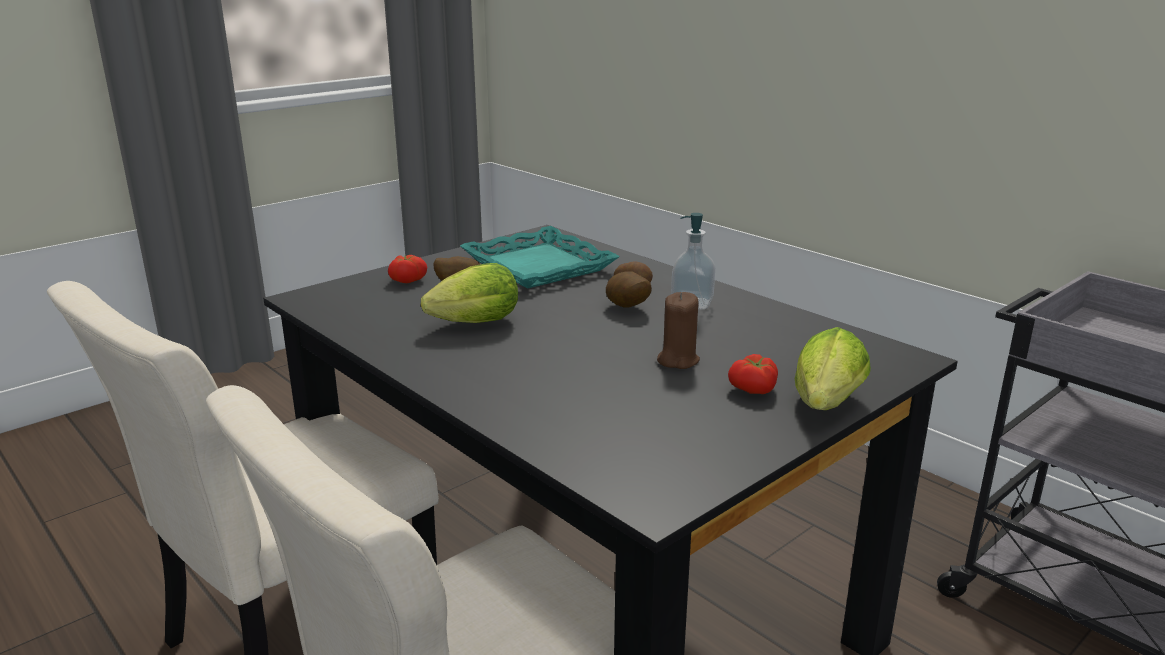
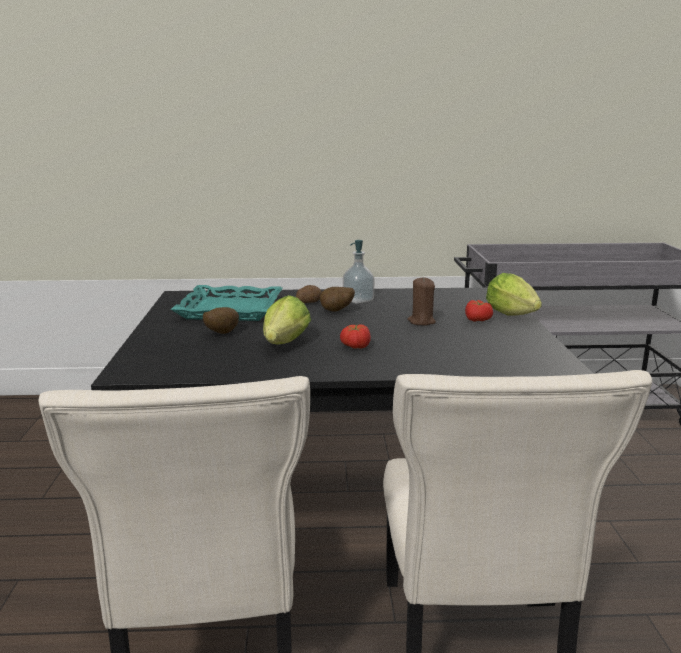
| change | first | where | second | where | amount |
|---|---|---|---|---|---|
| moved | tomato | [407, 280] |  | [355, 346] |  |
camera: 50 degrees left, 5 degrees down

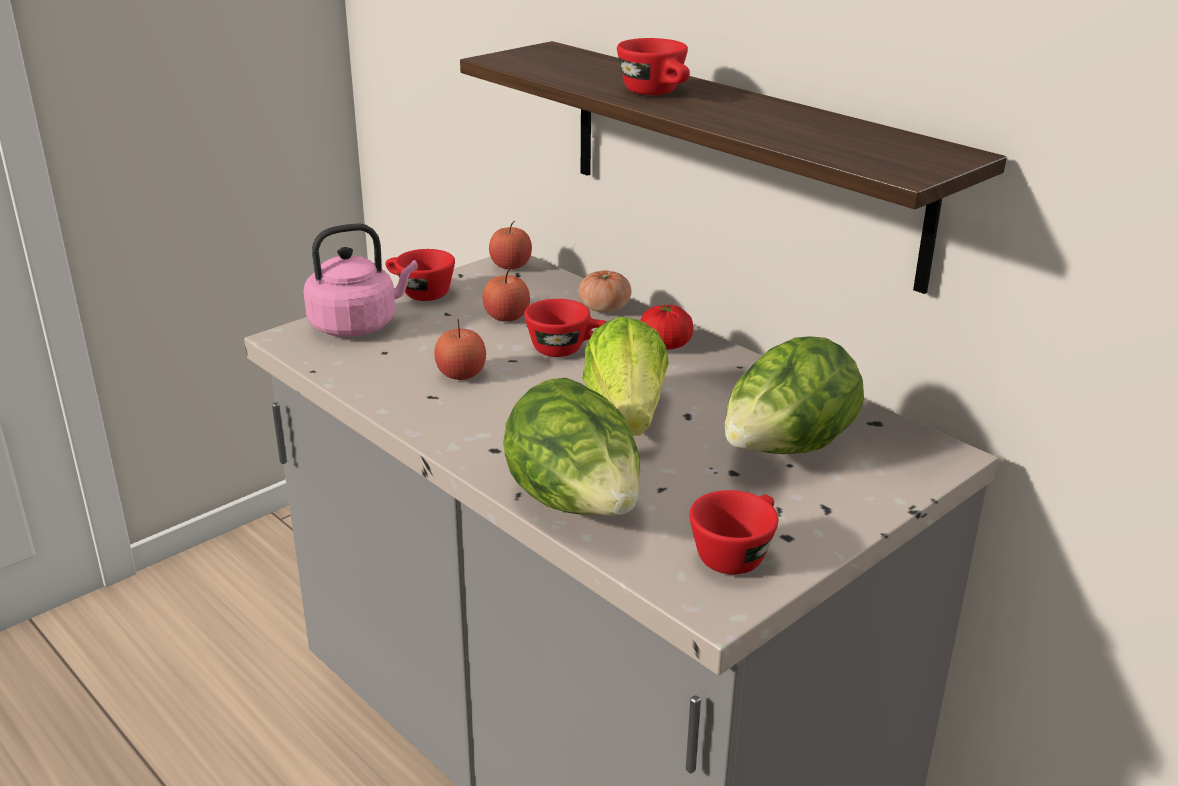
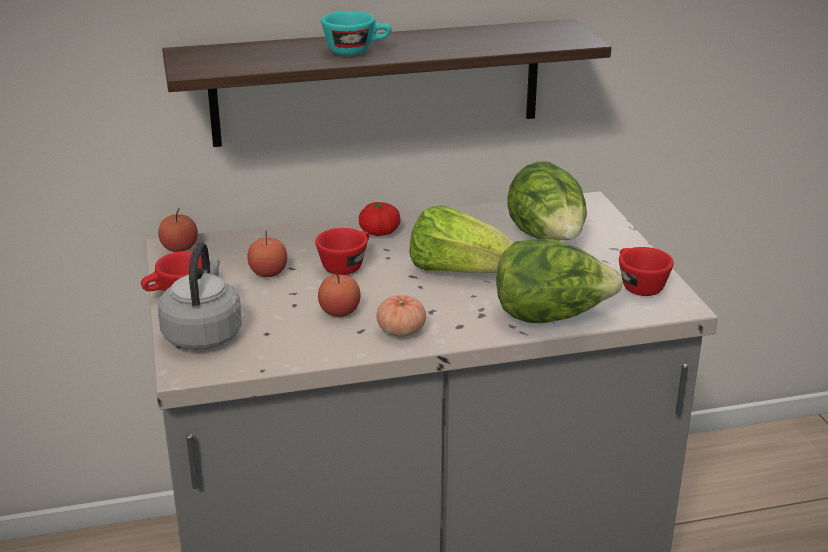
| change | first | where | second | where | amount |
|---|---|---|---|---|---|
| recoloured | cup/red | [658, 93] | cup/turquoise | [357, 51] |  |
| recoloured | kettle/pink | [358, 325] | kettle/grey | [204, 334] |  |
| moved | tomato | [604, 308] |  | [401, 331] |  |
camera: 60 degrees left, 0 degrees up

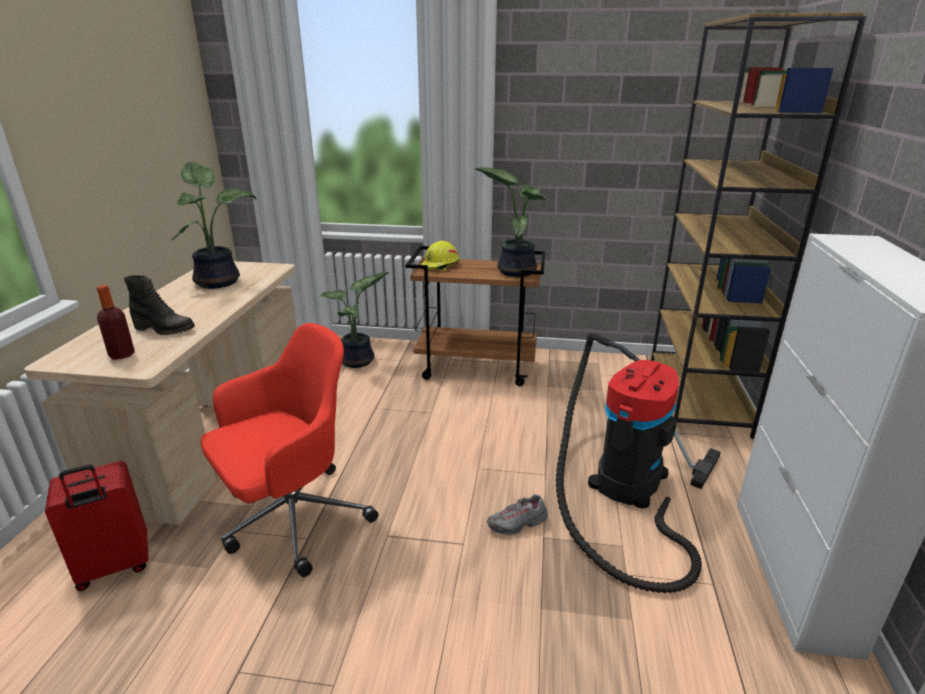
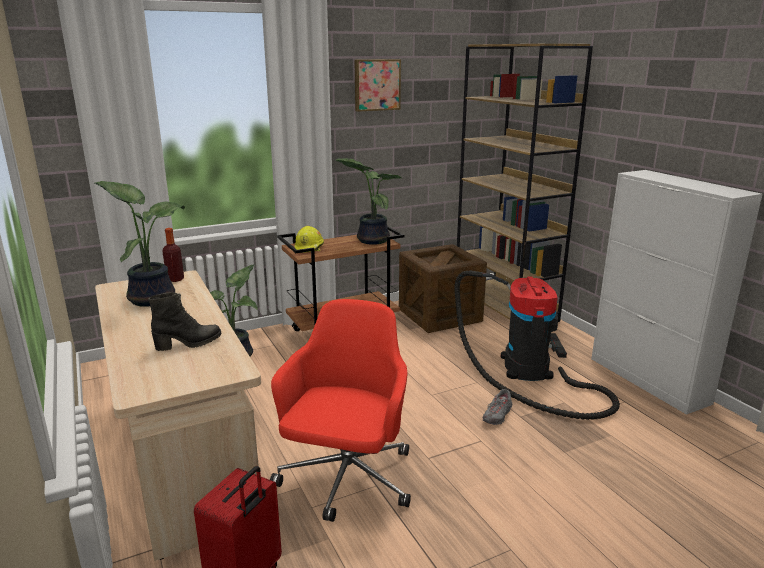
| change | first | where | second | where | amount |
|---|---|---|---|---|---|
| moved | bottle | [122, 355] |  | [175, 279] |  |
| added |  |  | picture | [376, 85] |  |
| added |  |  | crate | [439, 315] |  |
camera: 35 degrees left, 5 degrees down

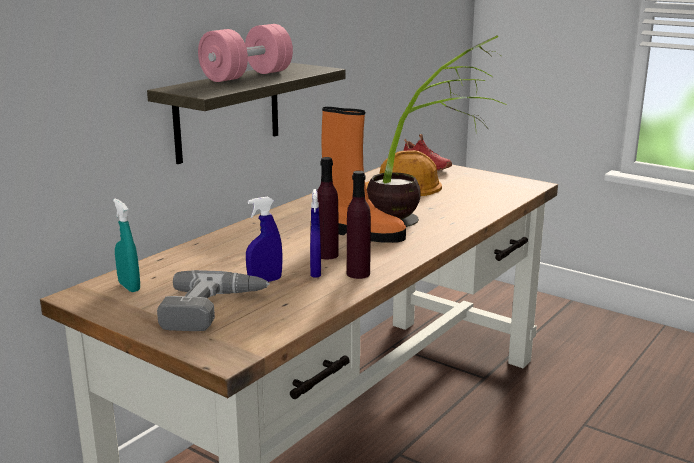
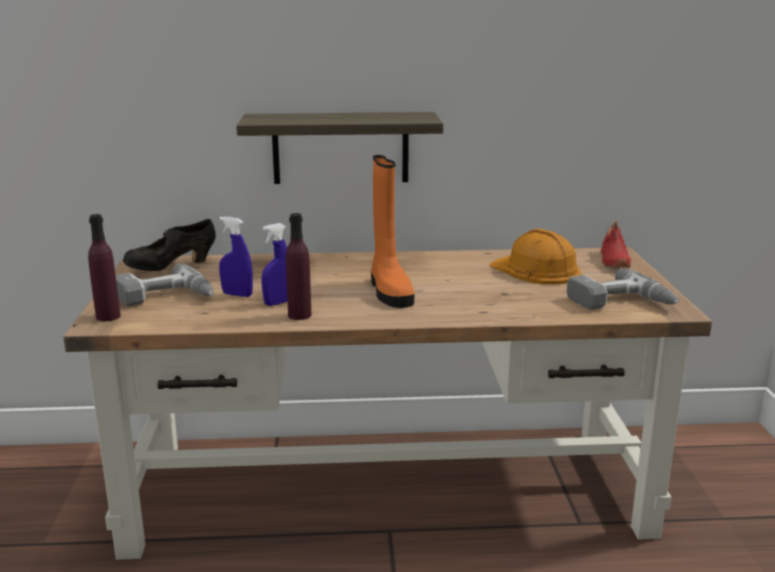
| change | first | where | second | where | amount |
|---|---|---|---|---|---|
| removed | dumbbell/pink | [247, 76] |  |  |  |
| removed | potted plant | [423, 217] |  |  |  |
| moved | bottle/purple | [327, 255] |  | [108, 316] |  |
| replaced | spray bottle/turquoise | [129, 287] | shoe/black | [171, 267] |  |
| added |  |  | power drill | [621, 303] |  |
camera: 50 degrees right, 0 degrees up

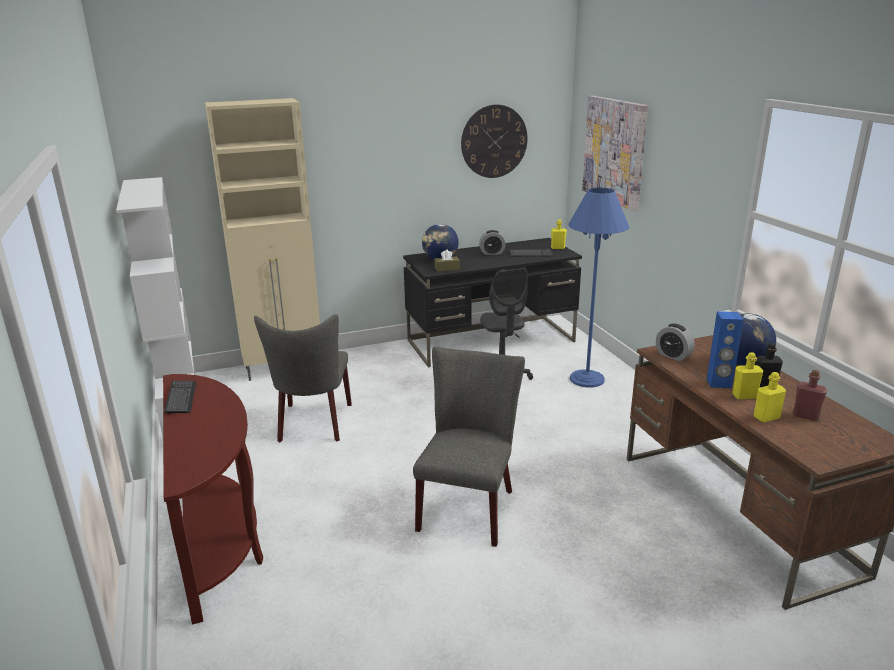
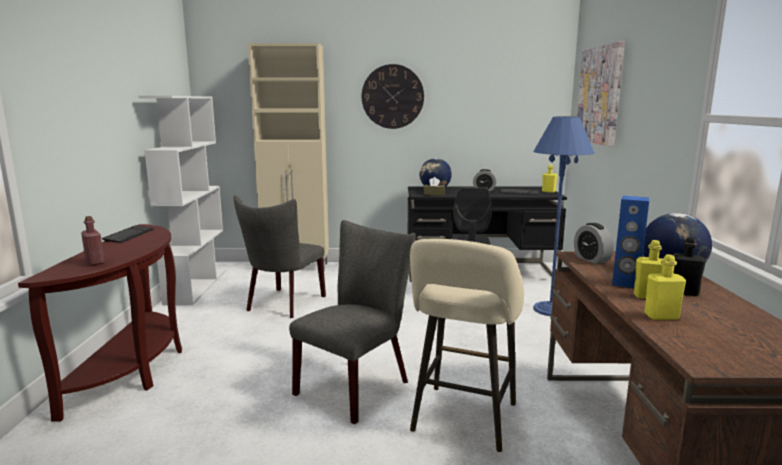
| change | first | where | second | where | amount |
|---|---|---|---|---|---|
| moved | wall clock | [494, 141] |  | [392, 96] |  |
| moved | bottle/red | [805, 415] |  | [95, 262] |  |
| added |  |  | stool/beige | [462, 421] |  |
camera: 20 degrees right, 10 degrees down

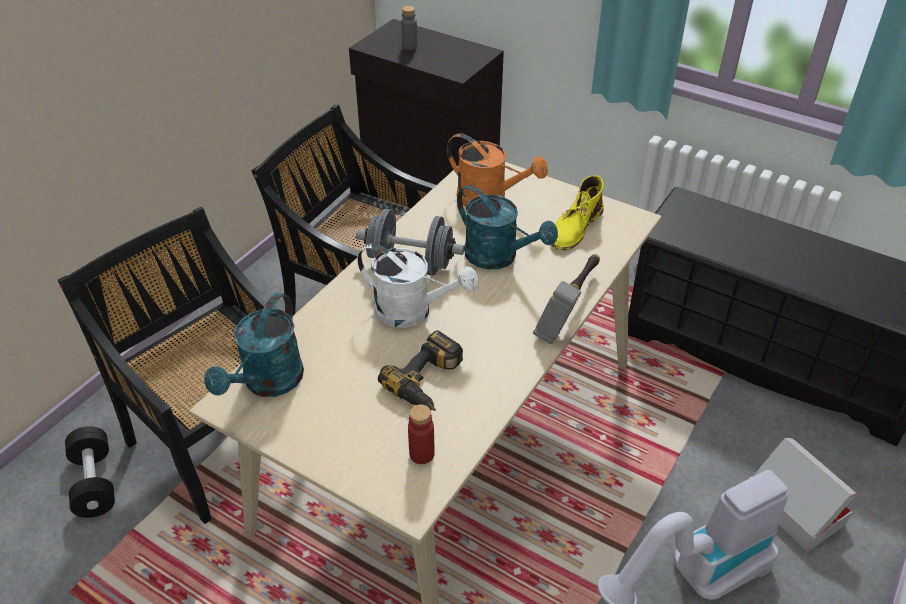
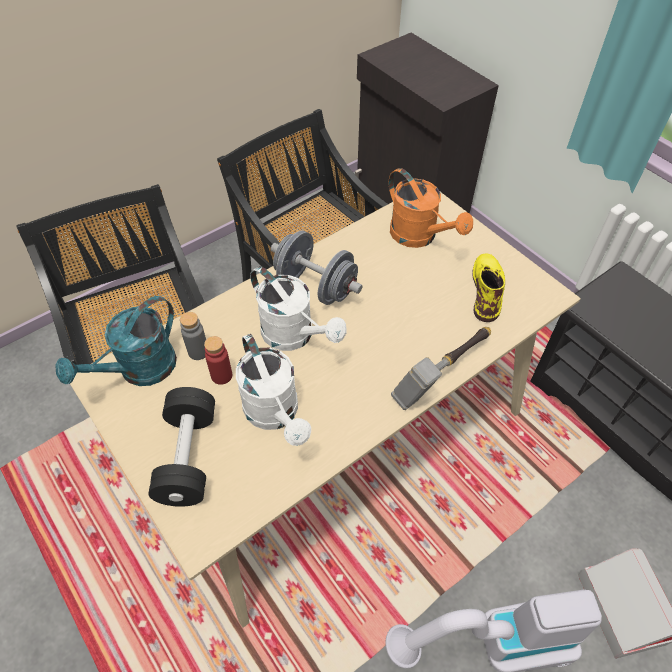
| change | first | where | second | where | amount |
|---|---|---|---|---|---|
| moved | bottle/grey | [409, 46] |  | [198, 351] |  |
| turned | boot/yellow | [575, 228] |  | [487, 289] | 135 degrees clockwise |
| removed | watering can/turquoise | [499, 257] |  |  |  |
| replaced | power drill | [429, 382] | watering can/white | [275, 414] |  |
| moved | bottle/red | [421, 454] |  | [221, 375] |  |
| moved | dumbbell/black | [95, 483] |  | [188, 457] |  |
camera: 20 degrees right, 10 degrees up

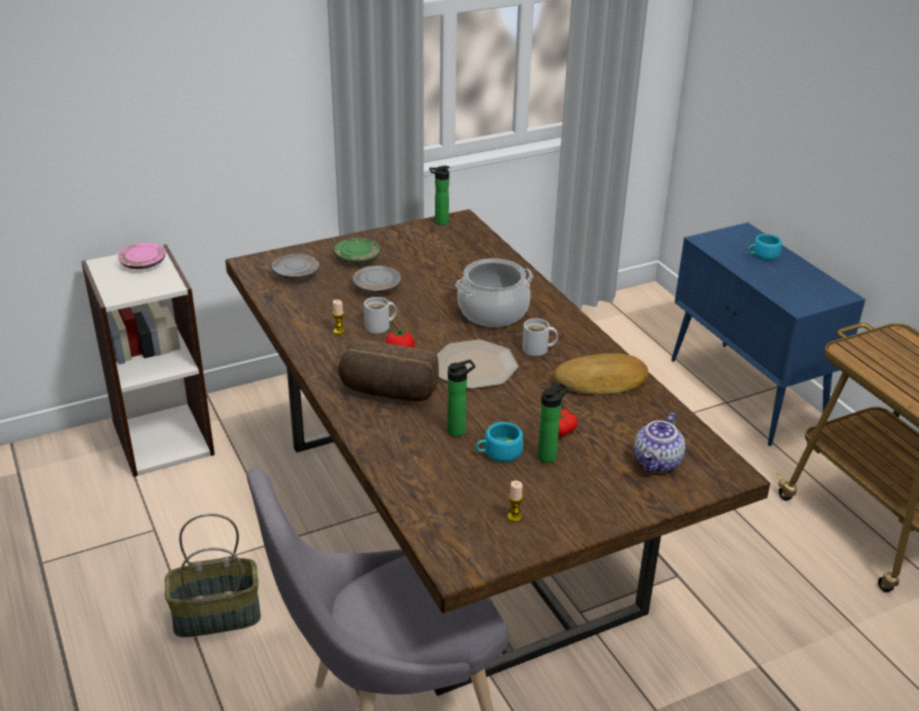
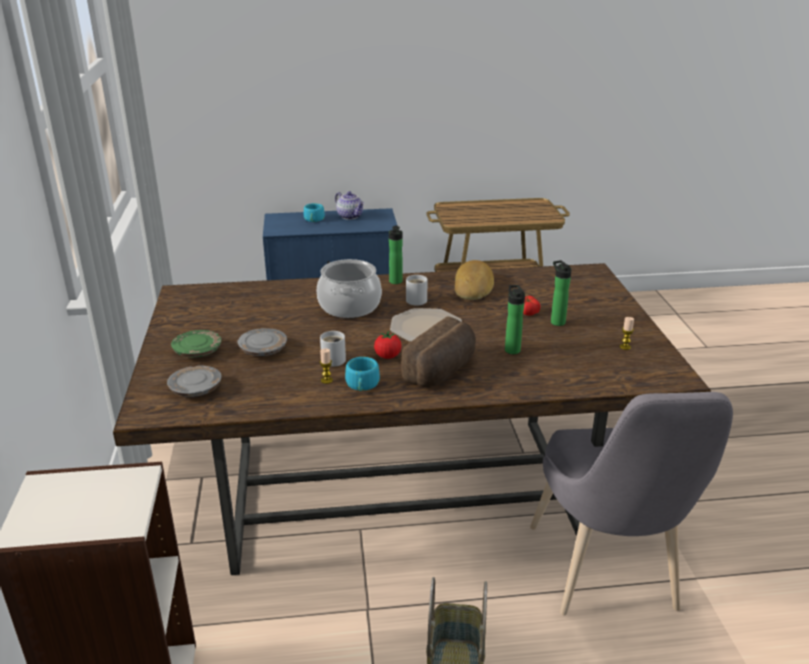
| change | first | where | second | where | amount |
|---|---|---|---|---|---|
| moved | bottle | [439, 222] |  | [395, 282] |  |
| removed | plate/pink | [143, 263] |  |  |  |
| moved | teapot | [658, 463] |  | [350, 216] |  |
| moved | cup/turquoise | [498, 453] |  | [362, 385] |  |
camera: 70 degrees left, 5 degrees down

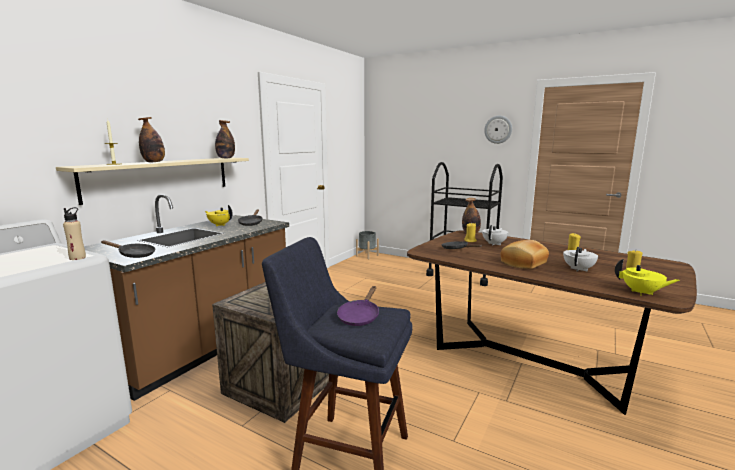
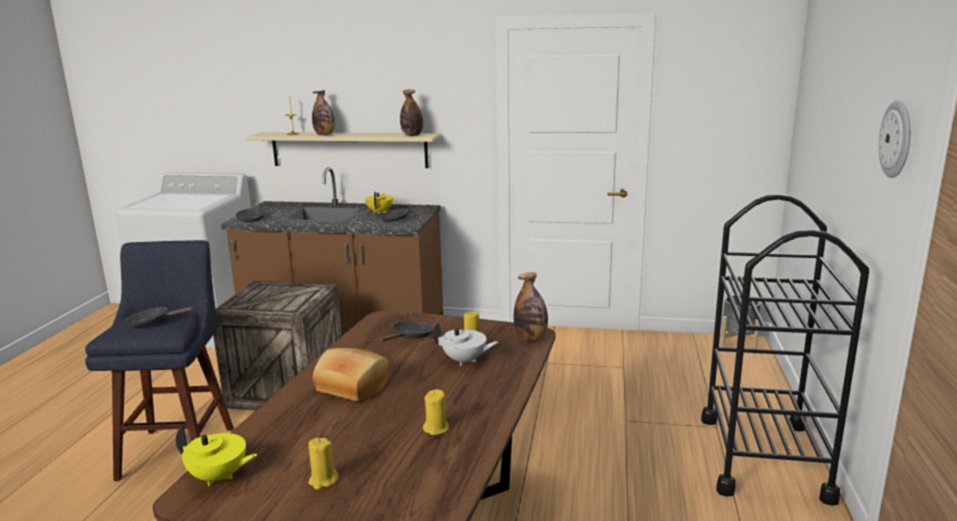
| change | first | where | second | where | amount |
|---|---|---|---|---|---|
| removed | bottle/beige | [77, 258] |  |  |  |
| removed | teapot/white | [579, 269] |  |  |  |
| turned | teapot/yellow | [642, 293] |  | [219, 477] | 90 degrees counterclockwise |
| recoloured | frying pan/purple | [359, 316] | frying pan/black | [153, 322] |  |
camera: 70 degrees right, 5 degrees up

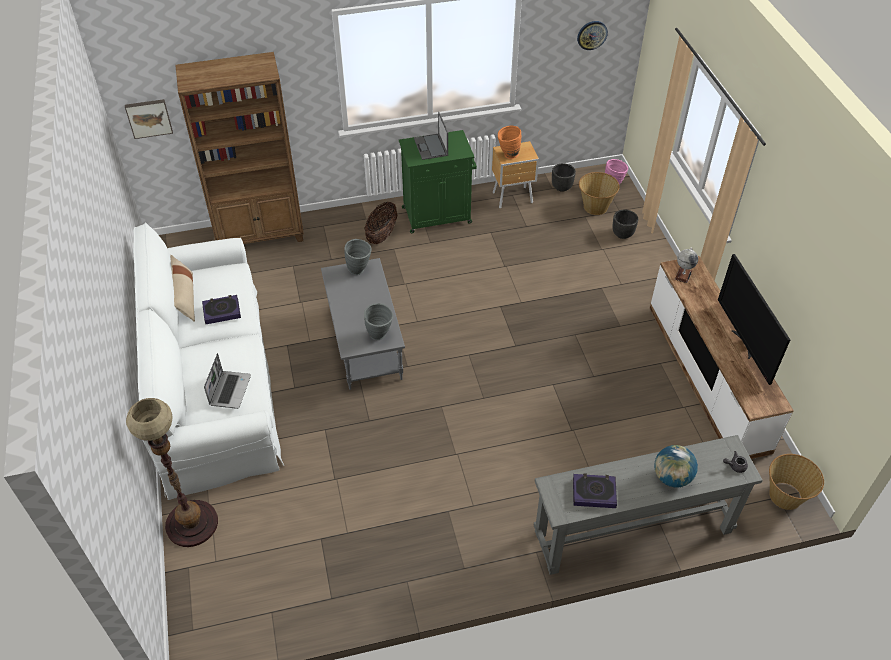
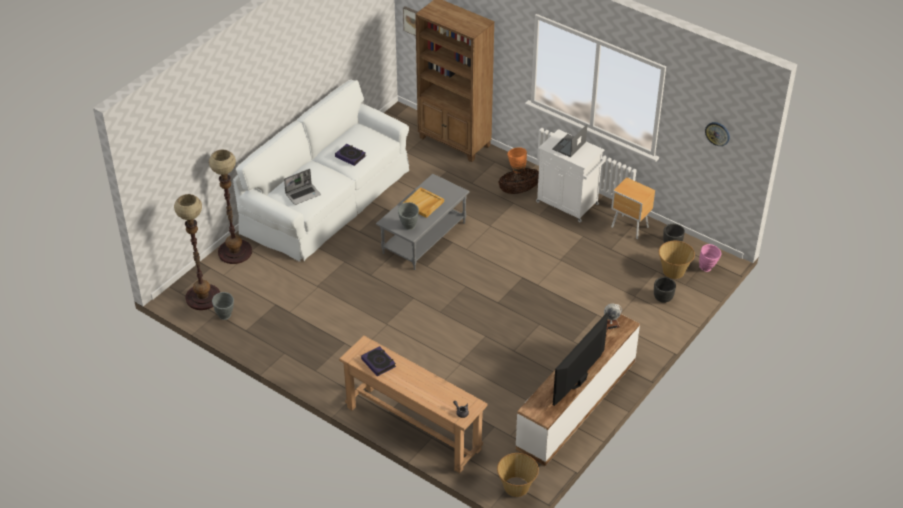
| change | first | where | second | where | amount |
|---|---|---|---|---|---|
| moved | vase/orange | [508, 155] |  | [516, 169] |  |
| recoloured | cabinet/green | [438, 215] | cabinet/white | [568, 204] |  |
| moved | vase/grey | [360, 270] |  | [225, 317] |  |
| removed | pillow/beige | [185, 297] |  |  |  |
| recoloured | console table/grey | [632, 531] | console table/brown | [413, 428] |  |
| removed | globe | [672, 477] |  |  |  |
| added |  |  | tray/beige | [423, 204] |  |
| added |  |  | floor lamp | [203, 297] |  |
camera: 50 degrees right, 5 degrees down

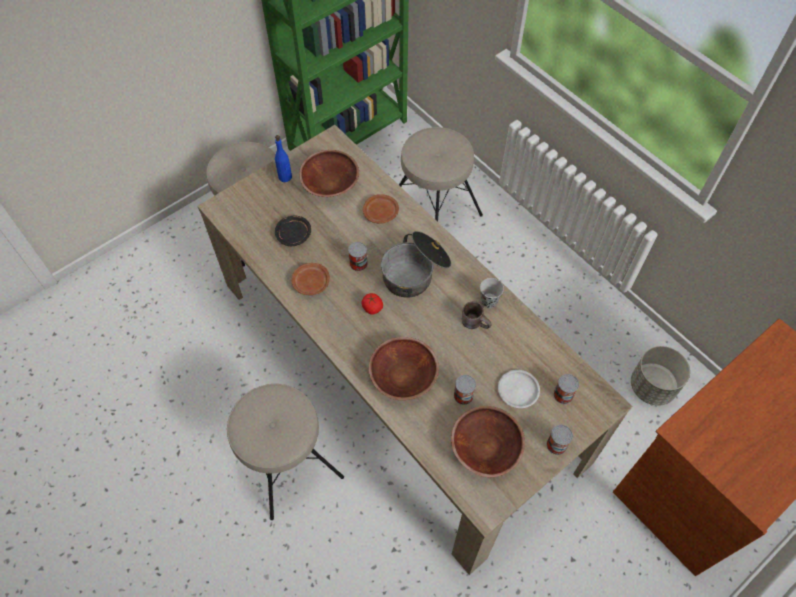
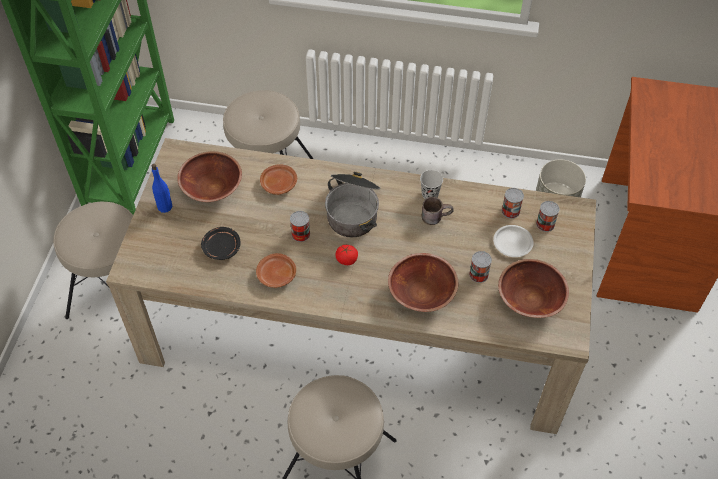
| change | first | where | second | where | amount |
|---|---|---|---|---|---|
| moved | can | [556, 445] |  | [510, 211] |  |
camera: 40 degrees left, 5 degrees down

